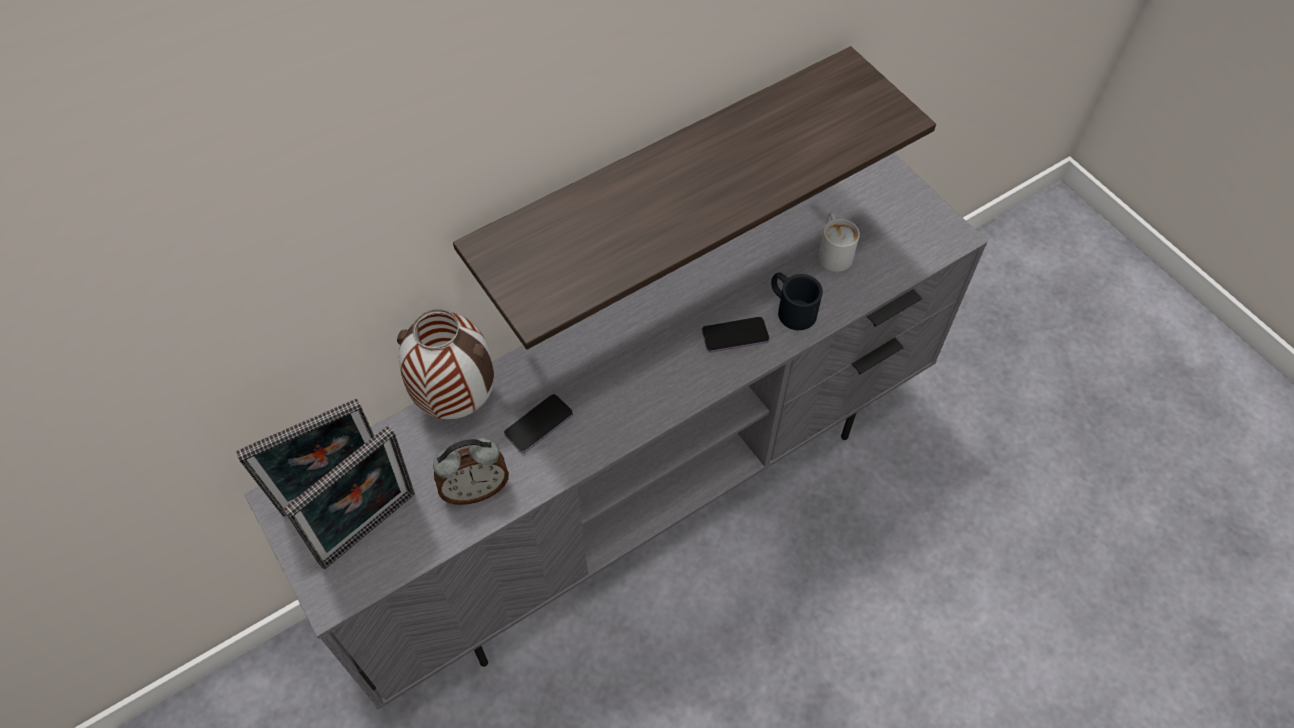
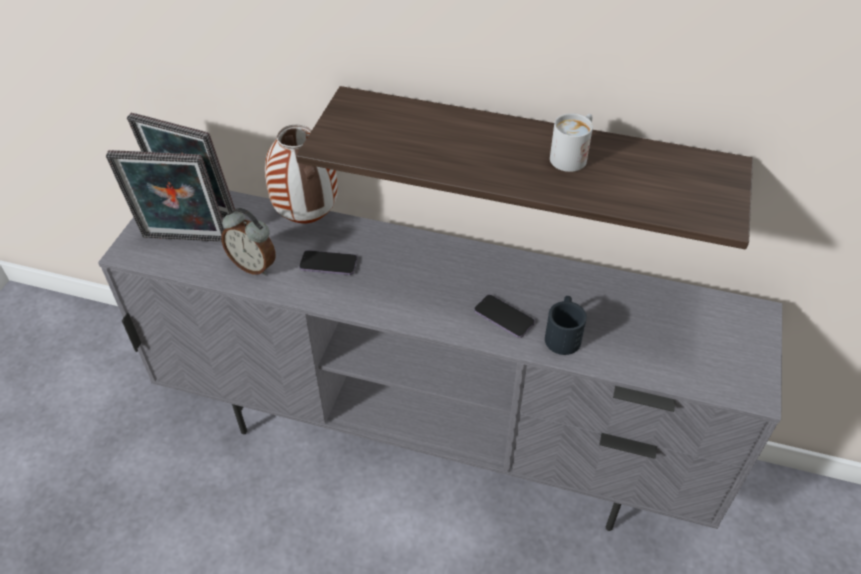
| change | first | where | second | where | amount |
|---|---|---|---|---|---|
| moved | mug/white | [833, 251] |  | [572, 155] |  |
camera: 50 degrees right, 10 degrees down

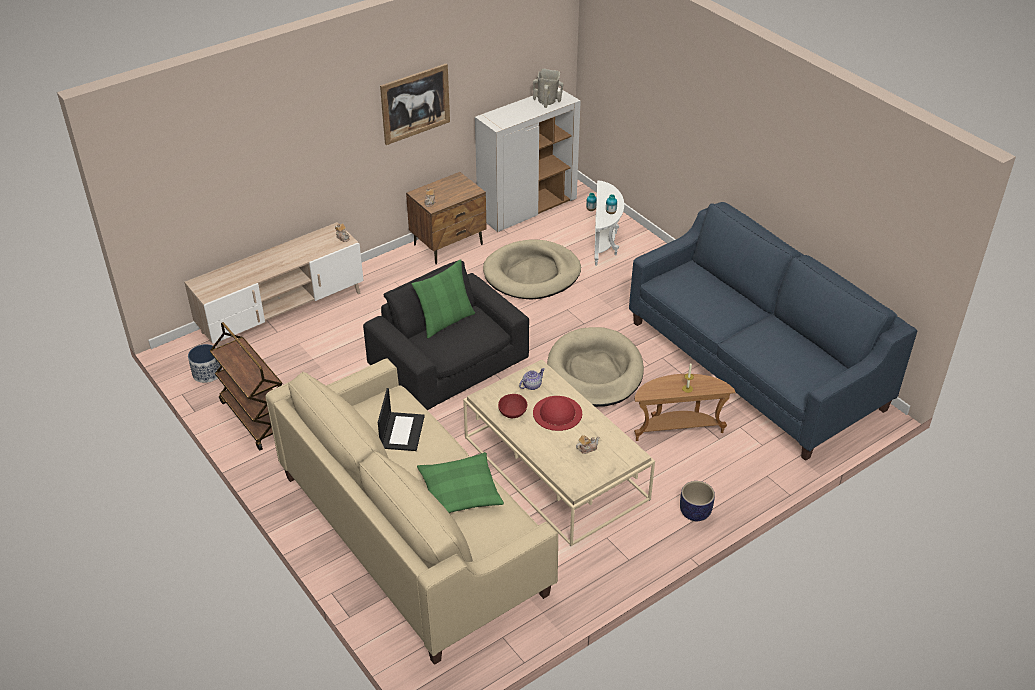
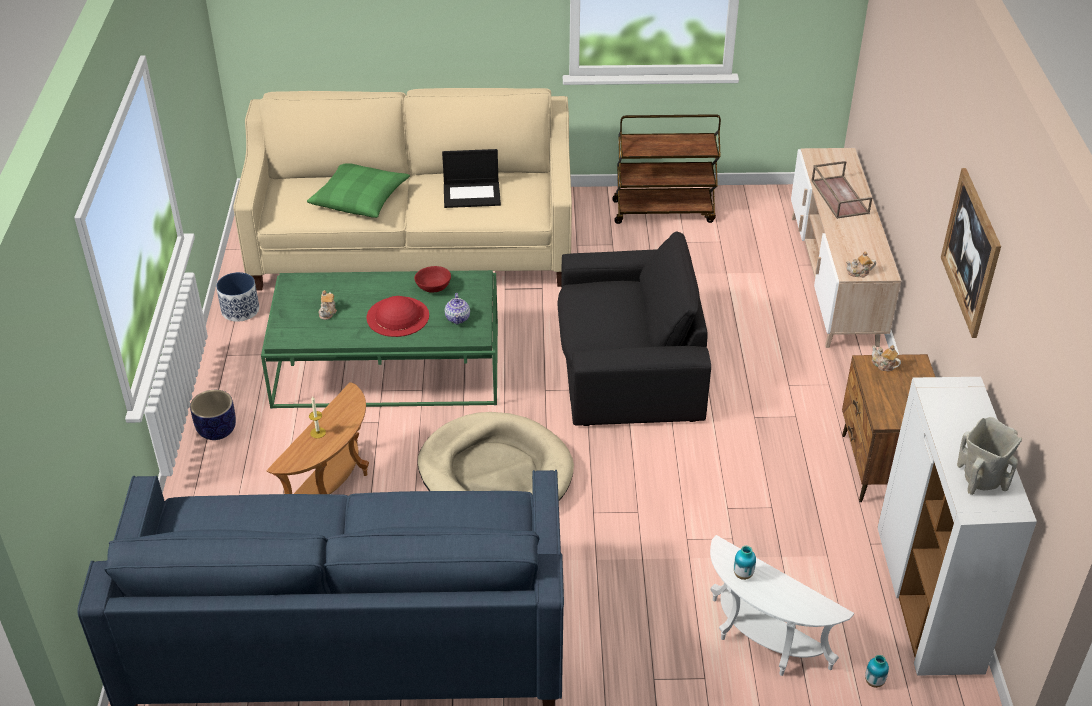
| change | first | where | second | where | amount |
|---|---|---|---|---|---|
| removed | dog bed/beige | [532, 274] |  |  |  |
| removed | pillow/green | [446, 321] |  |  |  |
| moved | planter | [207, 373] |  | [240, 310] |  |
| recoloured | coffee table/beige | [554, 467] | coffee table/green | [389, 365] |  |
| turned | laptop | [402, 431] |  | [472, 194] | 45 degrees counterclockwise |
| added |  |  | tray/brown | [838, 196] |  |
camera: 125 degrees right, 0 degrees up

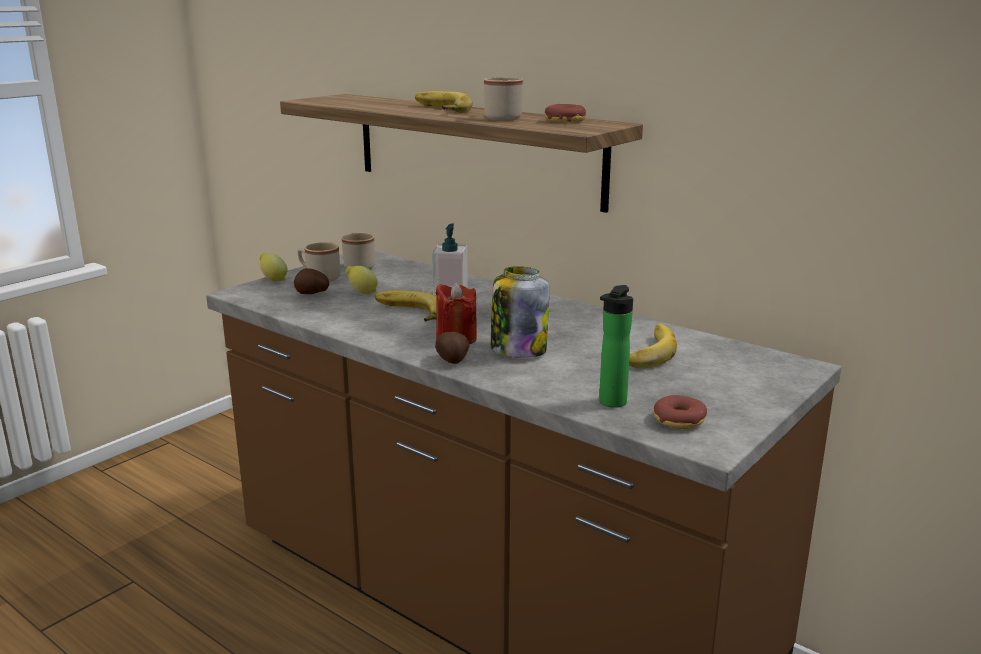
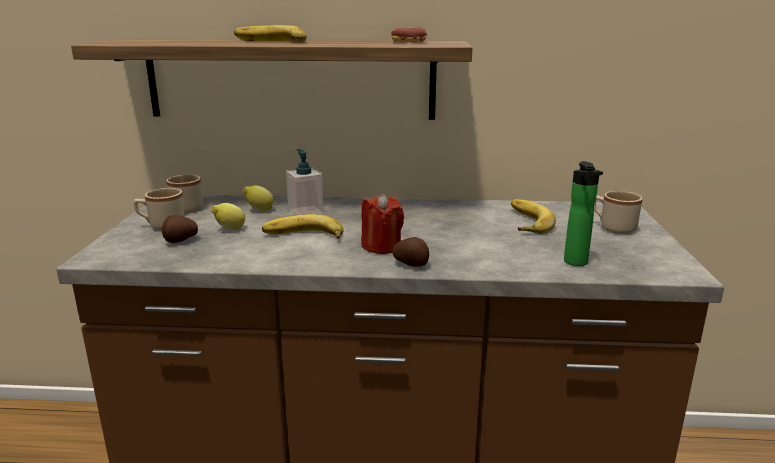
| change | first | where | second | where | amount |
|---|---|---|---|---|---|
| moved | mug/beige | [501, 117] |  | [612, 227] |  |
| moved | lemon | [273, 280] |  | [259, 210] |  |
| removed | jar | [518, 349] |  |  |  |
| removed | donut | [679, 420] |  |  |  |
camera: 35 degrees left, 0 degrees up

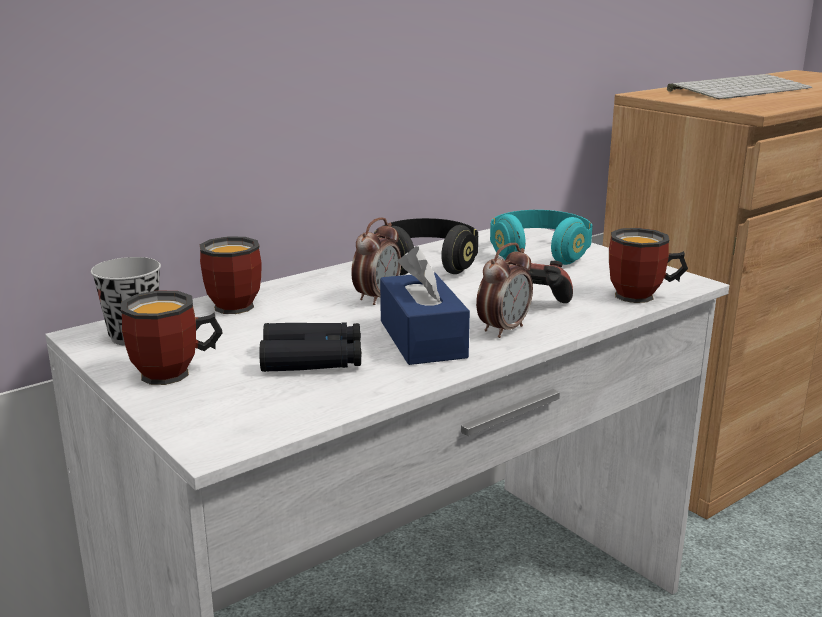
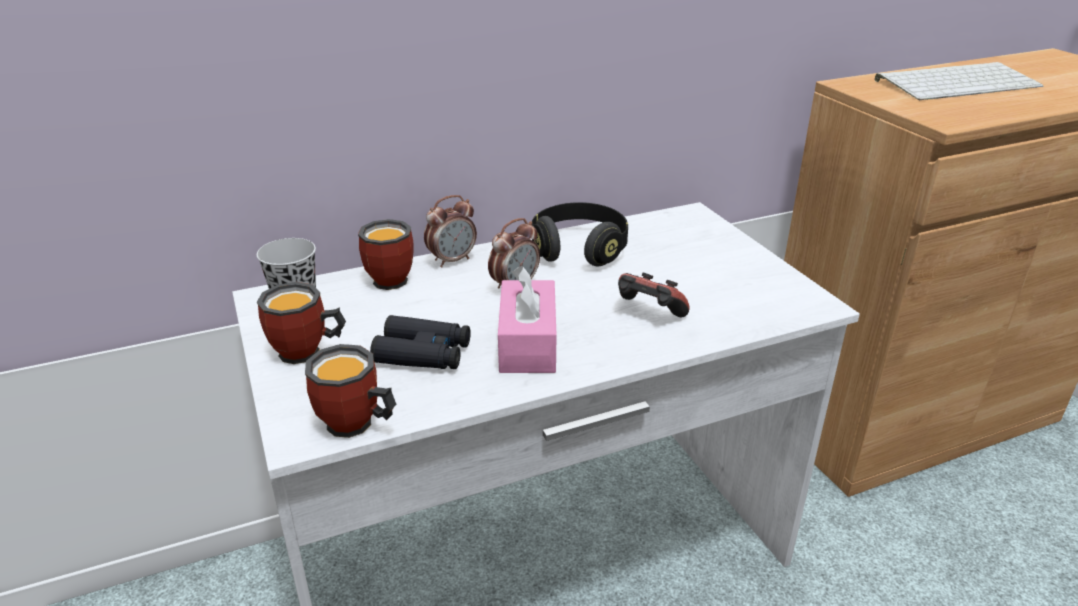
| change | first | where | second | where | amount |
|---|---|---|---|---|---|
| removed | headphones/turquoise | [539, 254] |  |  |  |
| moved | mug | [642, 297] |  | [355, 427] |  |
| moved | alarm clock | [503, 329] |  | [452, 260] |  |
| recoloured | tissue box/blue | [422, 339] | tissue box/pink | [528, 343] |  |
camera: 15 degrees right, 10 degrees up

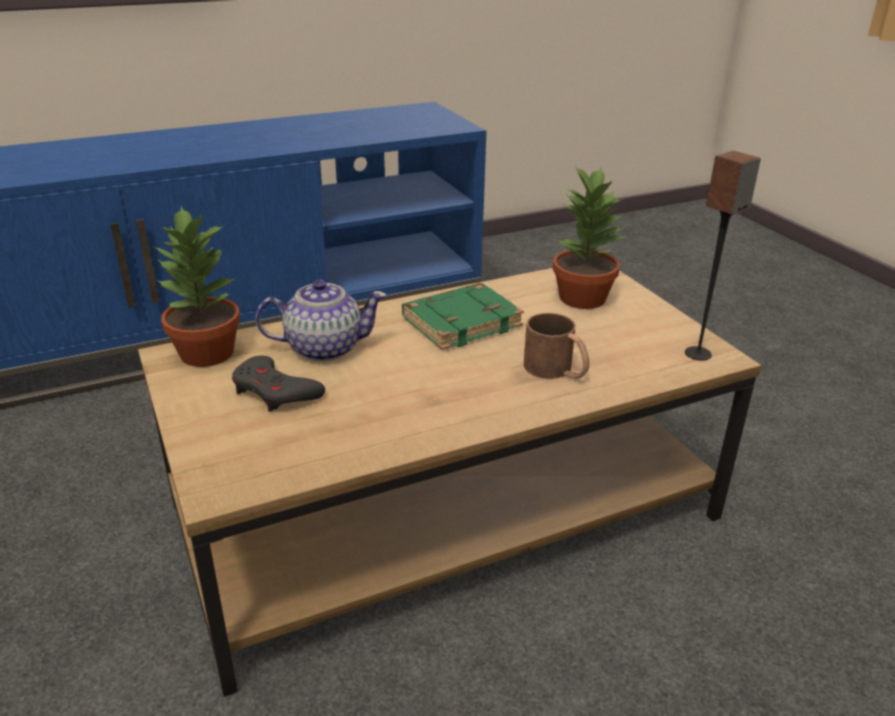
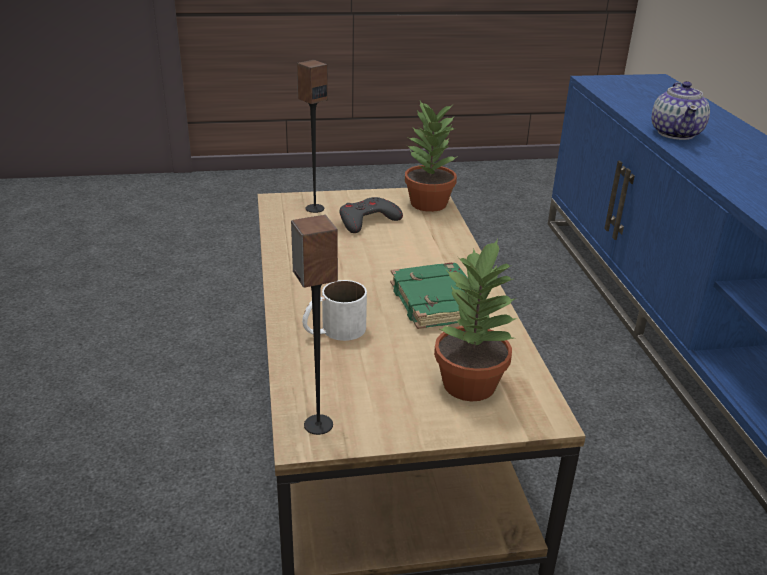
| change | first | where | second | where | amount |
|---|---|---|---|---|---|
| moved | teapot | [323, 348] |  | [676, 133] |  |
| recoloured | mug/brown | [557, 370] | mug/white | [333, 330] |  |
| added |  |  | speaker | [314, 208] |  |
camera: 105 degrees right, 0 degrees up

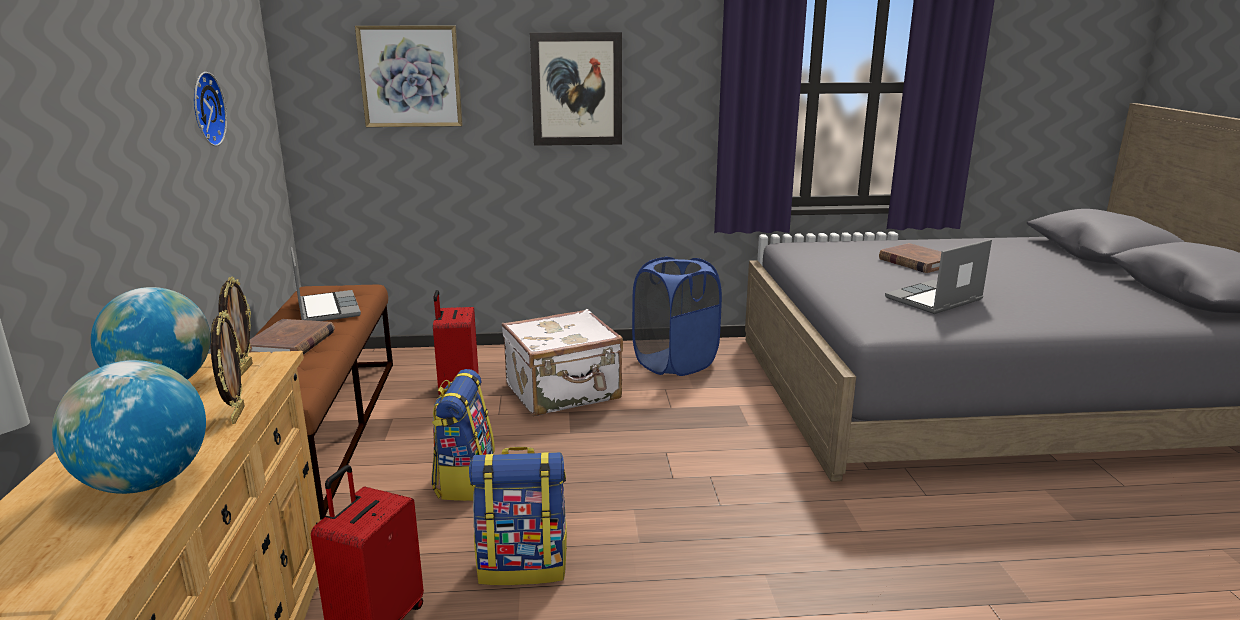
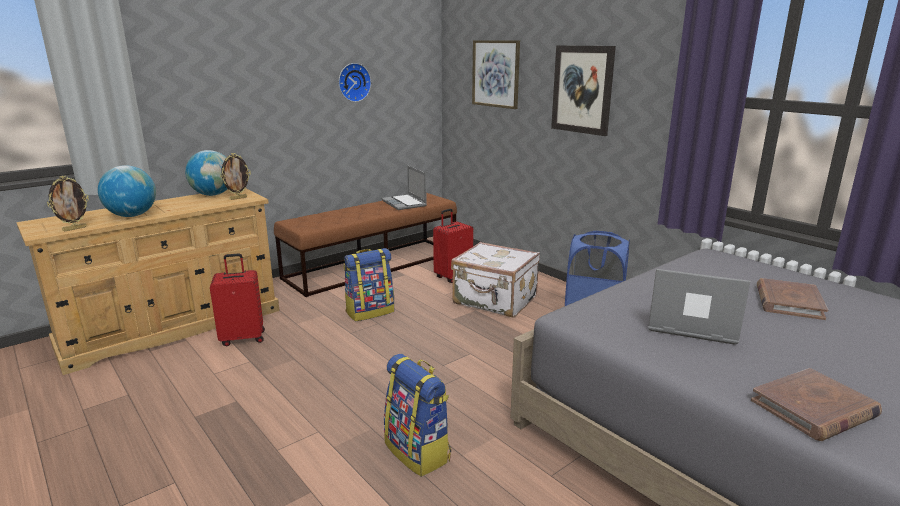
| change | first | where | second | where | amount |
|---|---|---|---|---|---|
| turned | laptop | [326, 308] |  | [404, 203] | 120 degrees clockwise |
| moved | picture frame | [236, 415] |  | [74, 229] |  |
| moved | book/brown | [291, 343] |  | [814, 409] |  |
| moved | backpack | [523, 566] |  | [418, 451] |  |
camera: 55 degrees right, 0 degrees up

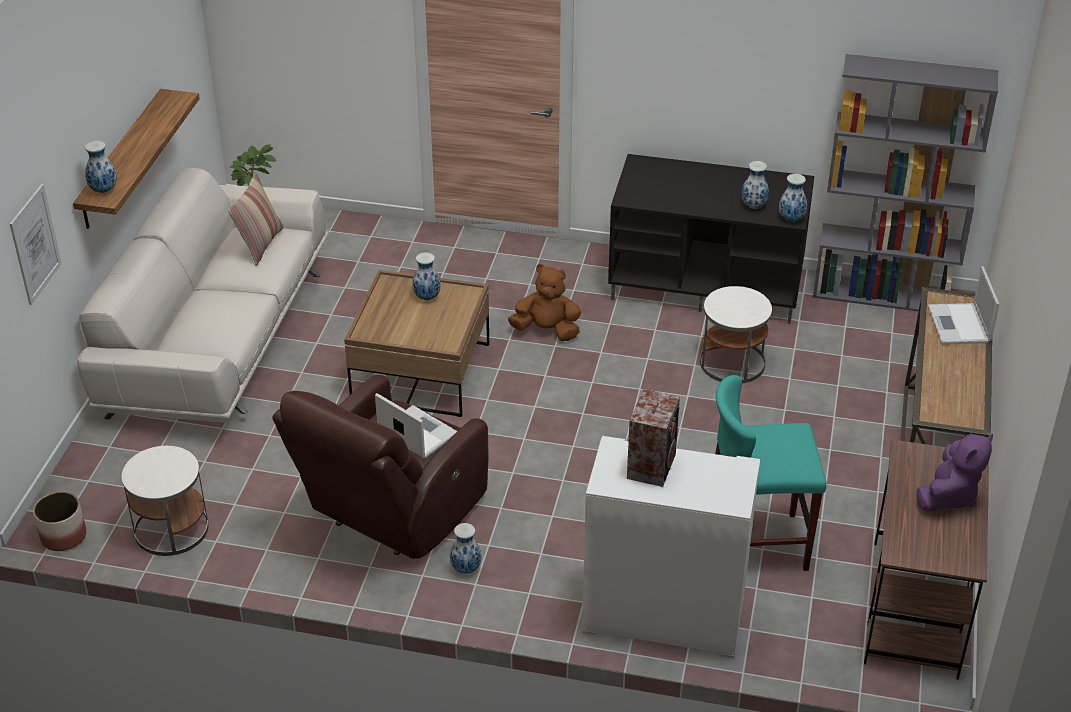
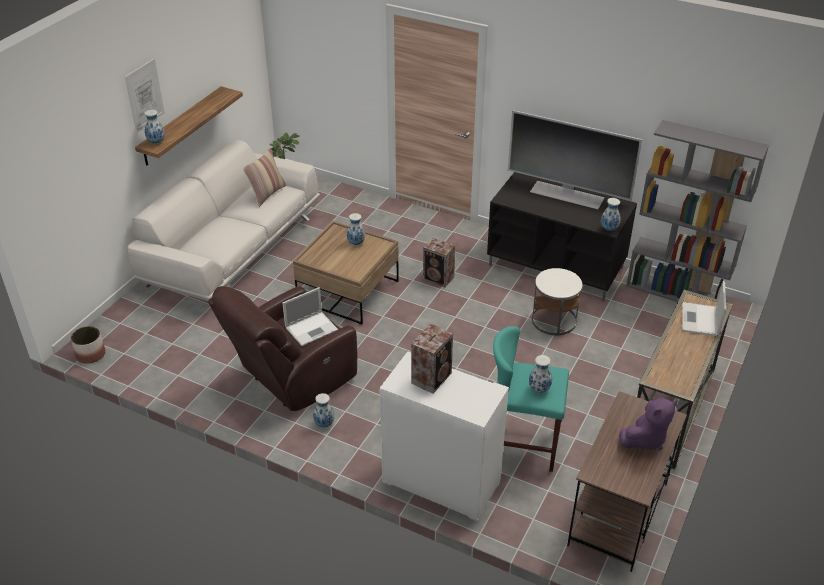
| change | first | where | second | where | amount |
|---|---|---|---|---|---|
| moved | vase | [754, 206] |  | [539, 389] |  |
| moved | picture | [35, 244] |  | [144, 95] |  |
| replaced | plush toy/brown | [547, 331] | speaker | [439, 278] |  |
| turned | laptop | [416, 432] |  | [312, 328] | 90 degrees clockwise |
| removed | side table/white | [171, 529] |  |  |  |
| added |  |  | television | [567, 194] |  |
camera: 15 degrees right, 0 degrees up

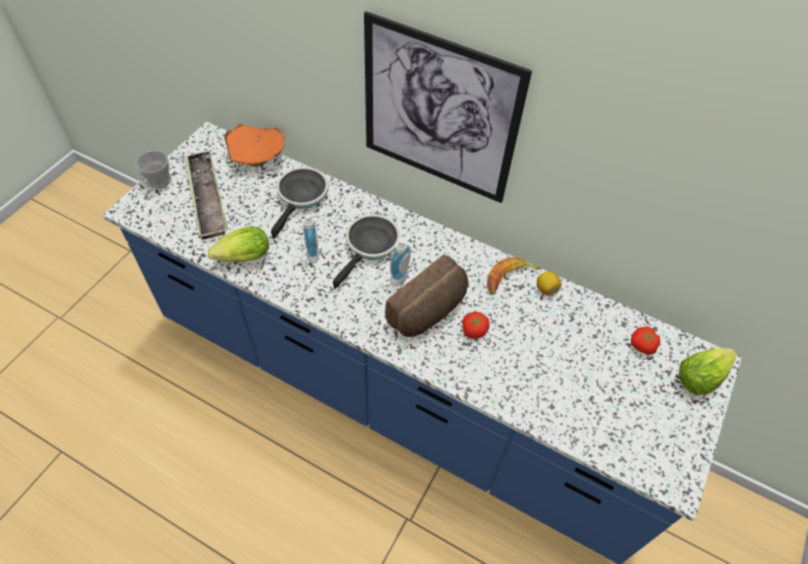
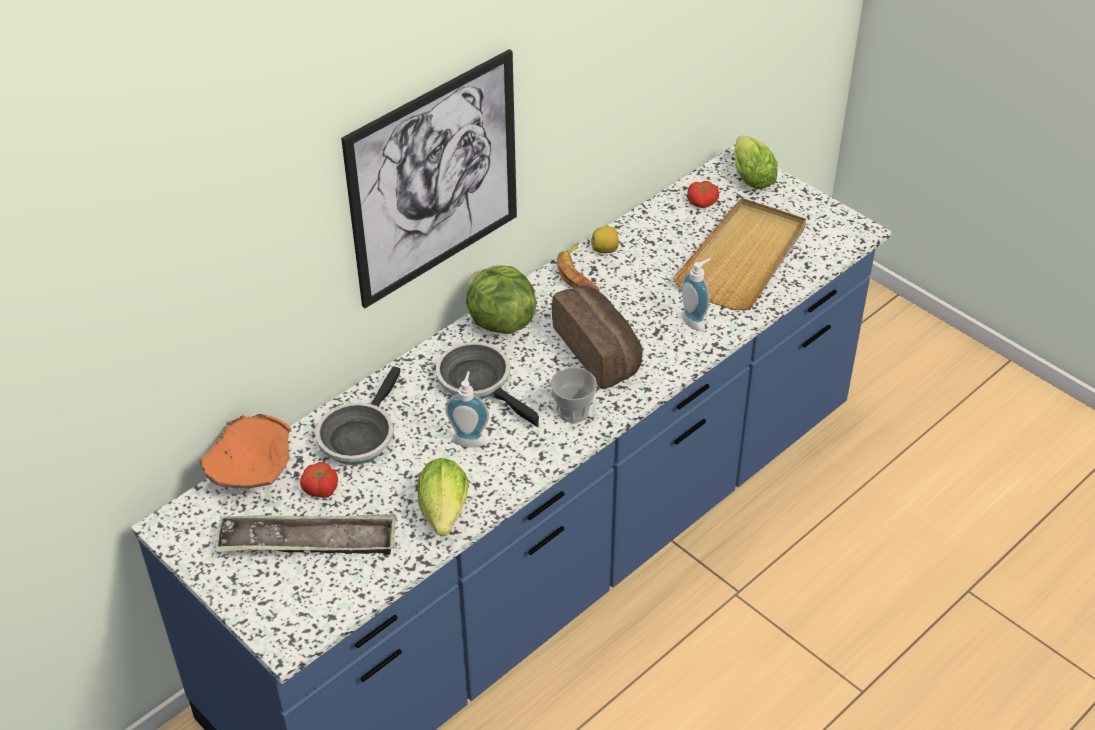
| change | first | where | second | where | amount |
|---|---|---|---|---|---|
| moved | cup | [159, 181] |  | [573, 411] |  |
| turned | frying pan | [301, 197] |  | [358, 436] | 105 degrees counterclockwise |
| moved | soap dispenser | [402, 279] |  | [695, 321] |  |
| moved | tomato | [473, 330] |  | [320, 489] |  |
| added |  |  | tray/beige | [743, 258] |  |
| added |  |  | lettuce | [499, 322] |  |
camera: 70 degrees left, 10 degrees down

